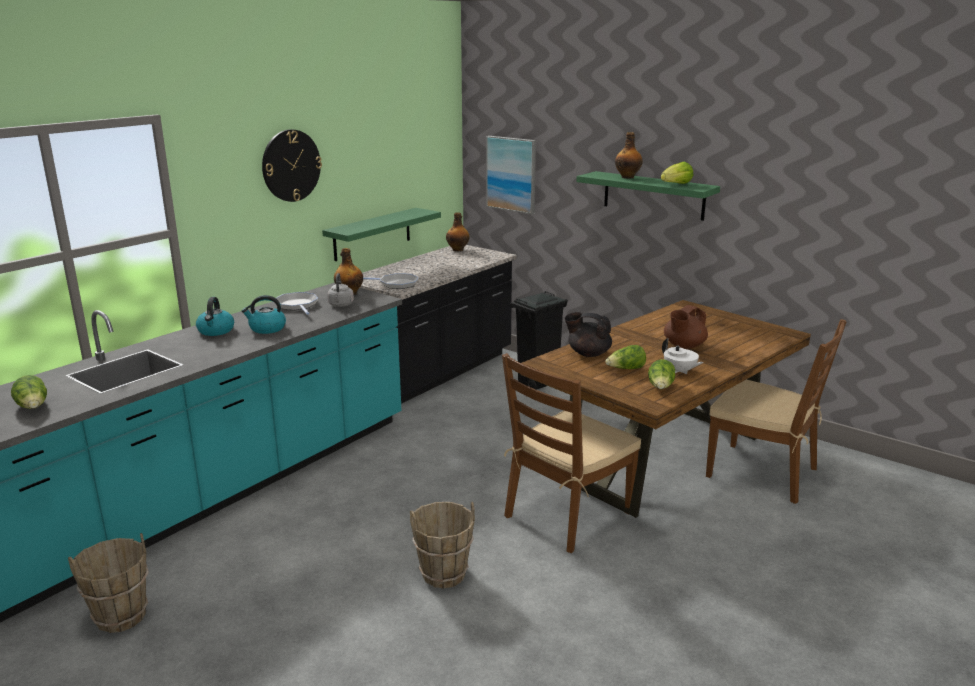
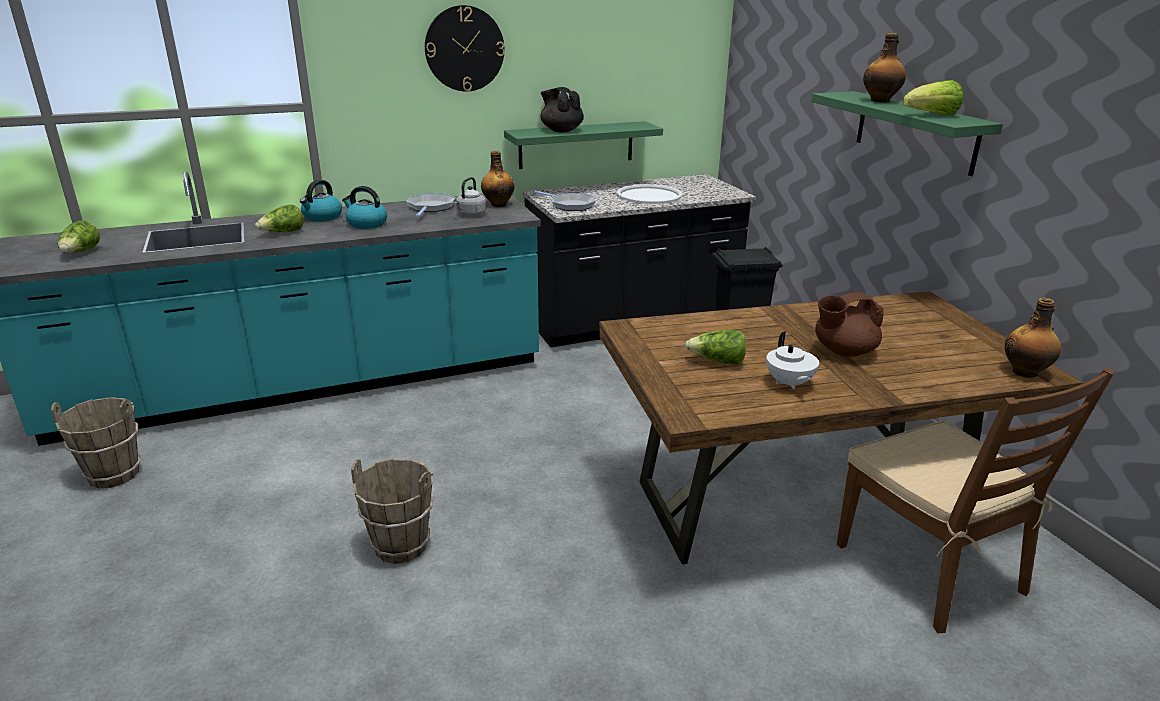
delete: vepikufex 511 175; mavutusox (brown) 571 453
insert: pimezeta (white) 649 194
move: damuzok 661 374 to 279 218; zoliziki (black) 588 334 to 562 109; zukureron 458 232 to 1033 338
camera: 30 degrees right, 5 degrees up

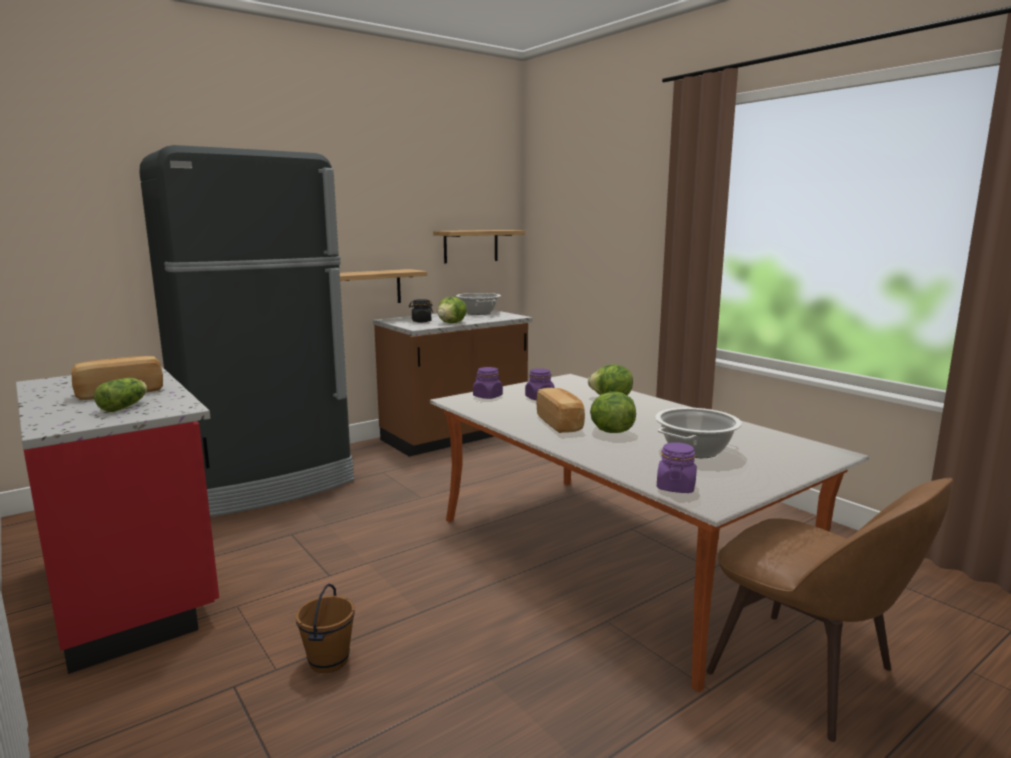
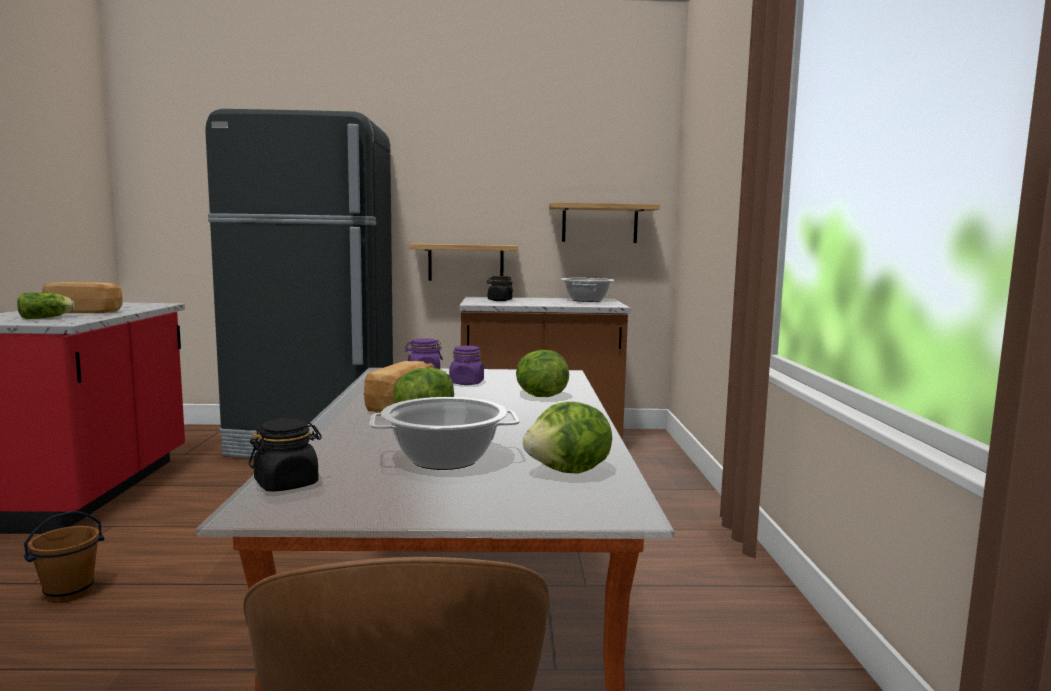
move: damuzok 452 310 to 567 438
recolor: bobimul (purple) 677 467 to bobimul (black) 285 455
camera: 35 degrees right, 5 degrees down

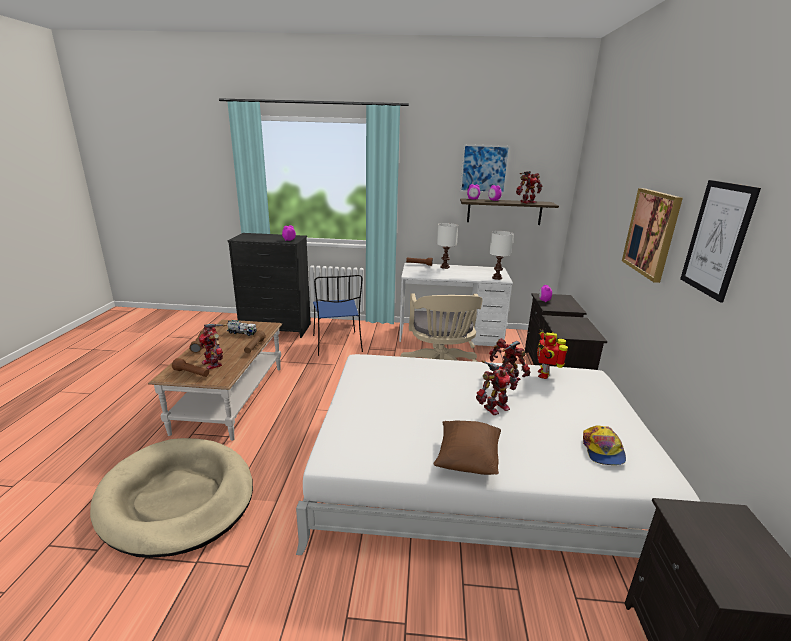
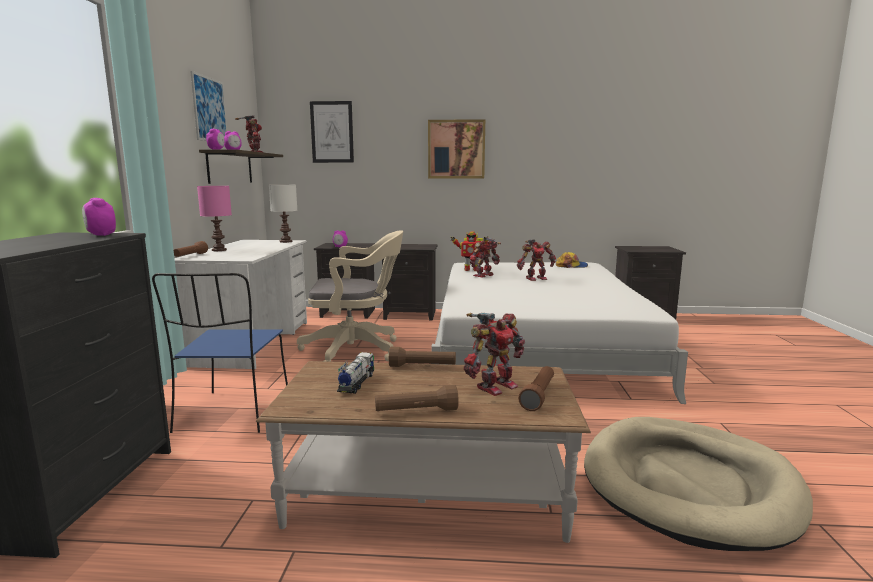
delete: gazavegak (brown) 467 447
move: vepikufex 720 241 to 332 132
recolor: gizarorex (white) 447 246 to gizarorex (pink) 214 218
rotate: mavutusox (blue) 338 315 = 220 353 105 degrees clockwise; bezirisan 497 387 = 536 260 105 degrees clockwise
camera: 90 degrees left, 10 degrees down

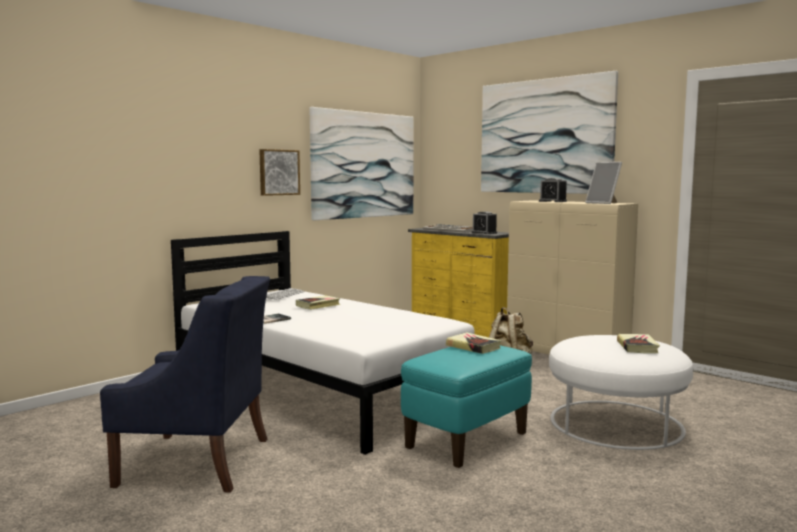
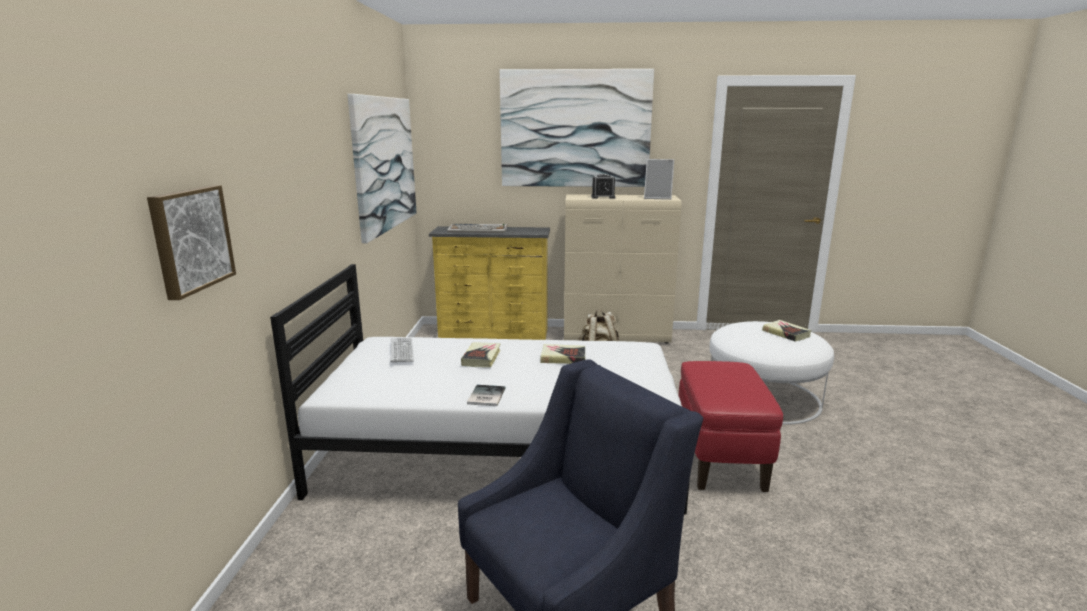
delete: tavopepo 484 222
move: vepikufex 279 172 to 191 242; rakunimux 473 343 to 562 354
recolor: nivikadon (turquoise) 466 406 to nivikadon (red) 731 426
camera: 40 degrees left, 10 degrees up

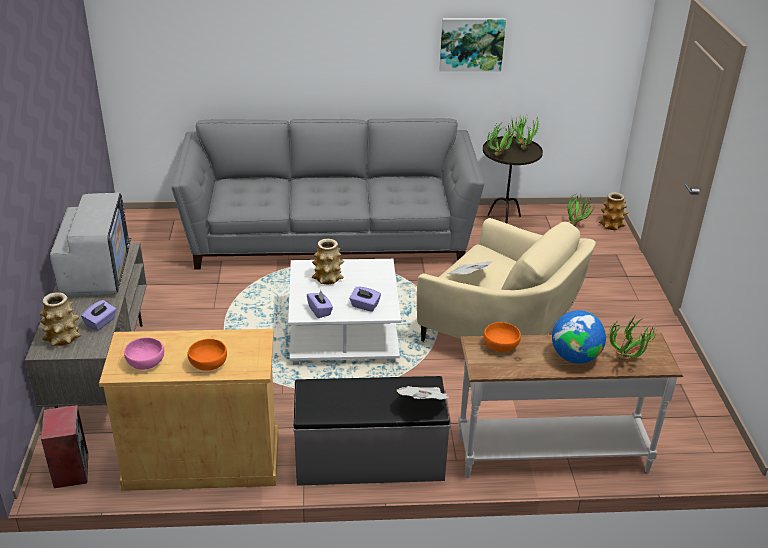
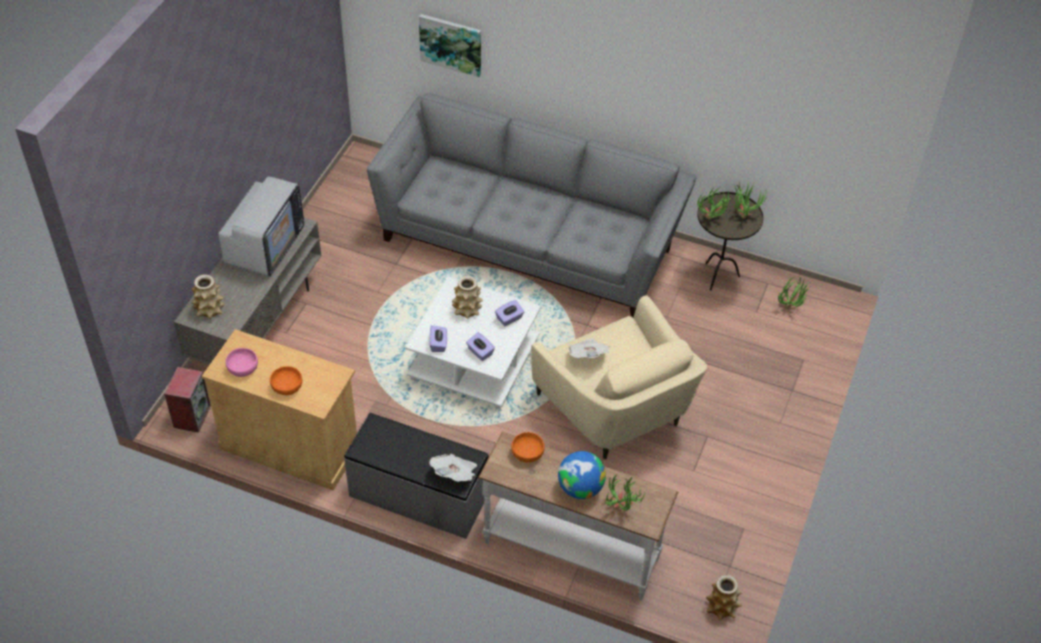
move: vepikufex 472 45 to 450 45; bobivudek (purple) 98 315 to 509 313; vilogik 613 211 to 724 598
camera: 25 degrees right, 15 degrees up

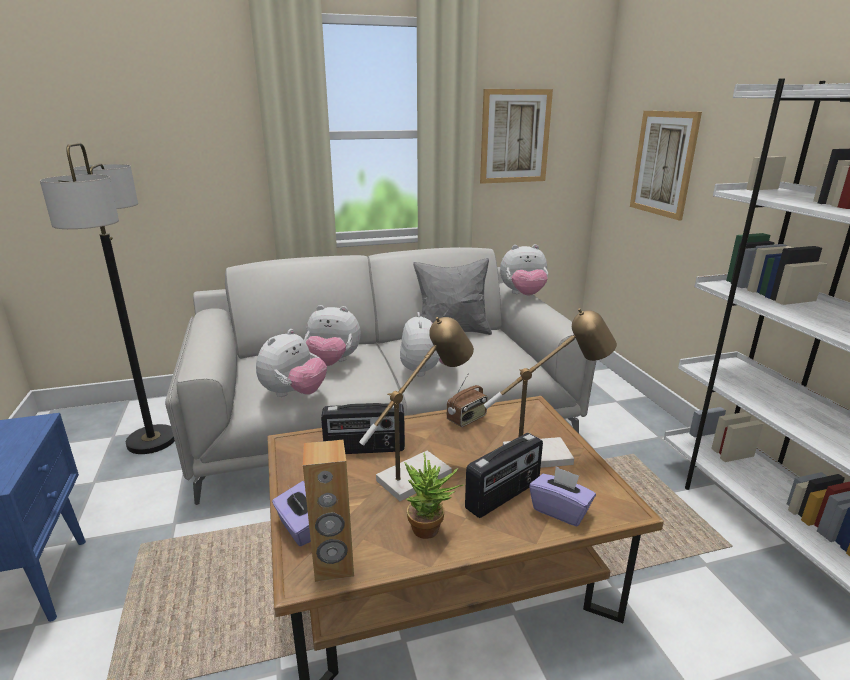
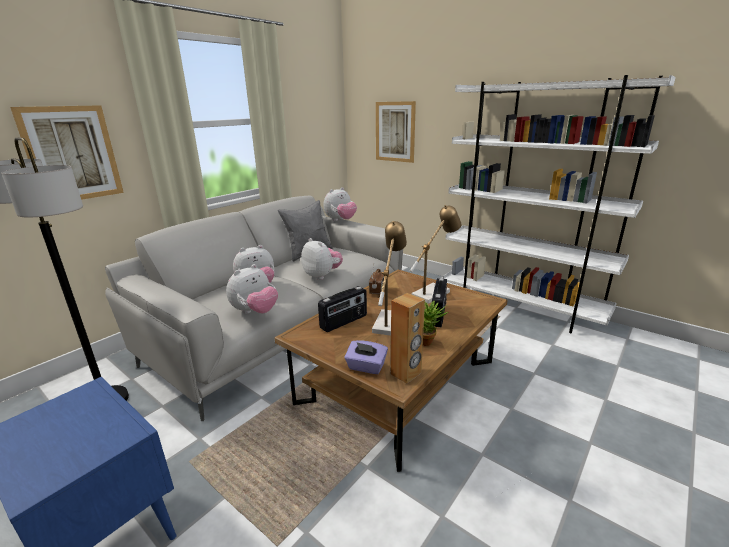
delete: bobivudek (purple) 562 496
move: vepikufex 516 136 to 67 152
rotate: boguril 291 363 = 252 289 45 degrees clockwise
camera: 35 degrees left, 0 degrees up

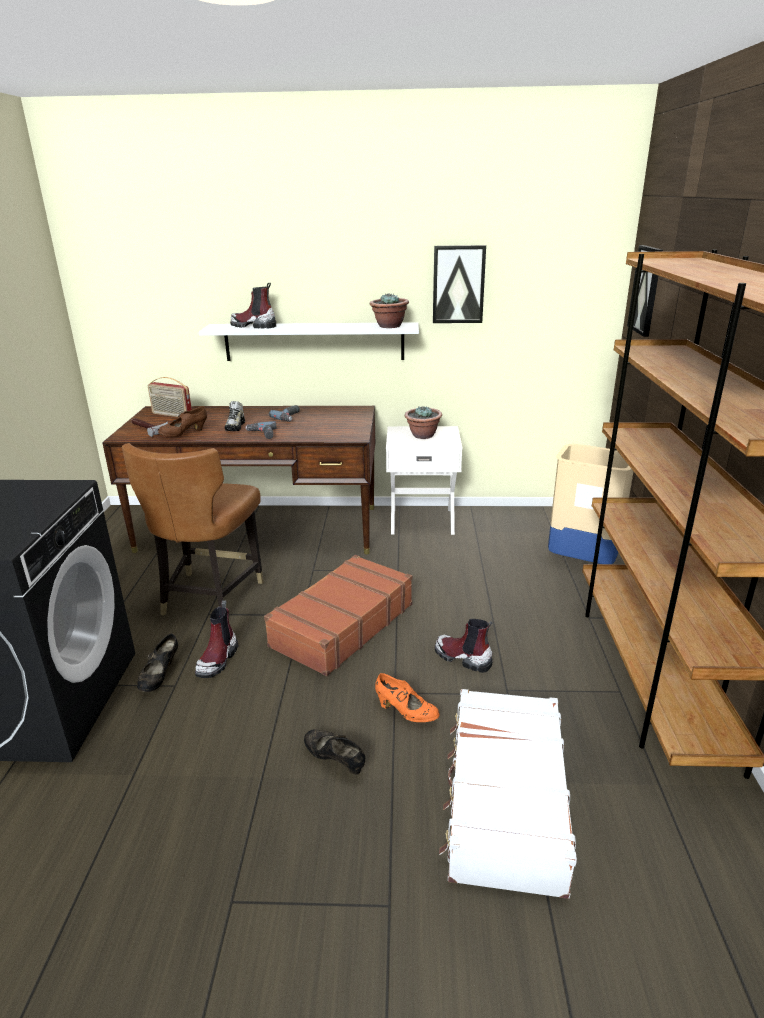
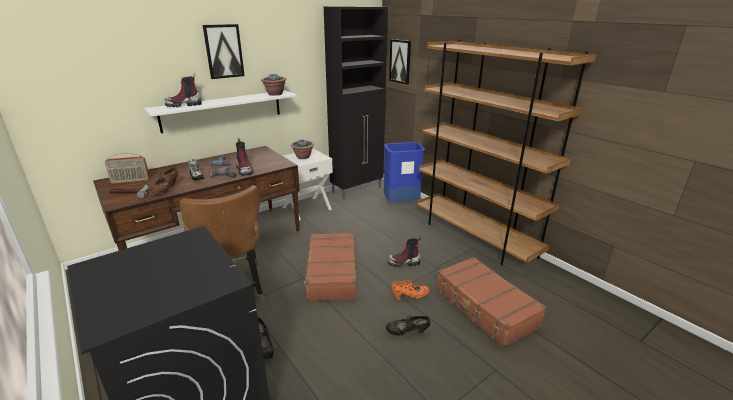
insert: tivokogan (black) 356 103
move: vepikufex 459 284 to 224 51; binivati 216 639 to 244 157
recolor: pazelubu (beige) 591 504 to pazelubu (blue) 404 172; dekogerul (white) 508 794 to dekogerul (brown) 491 302
camera: 40 degrees left, 0 degrees up

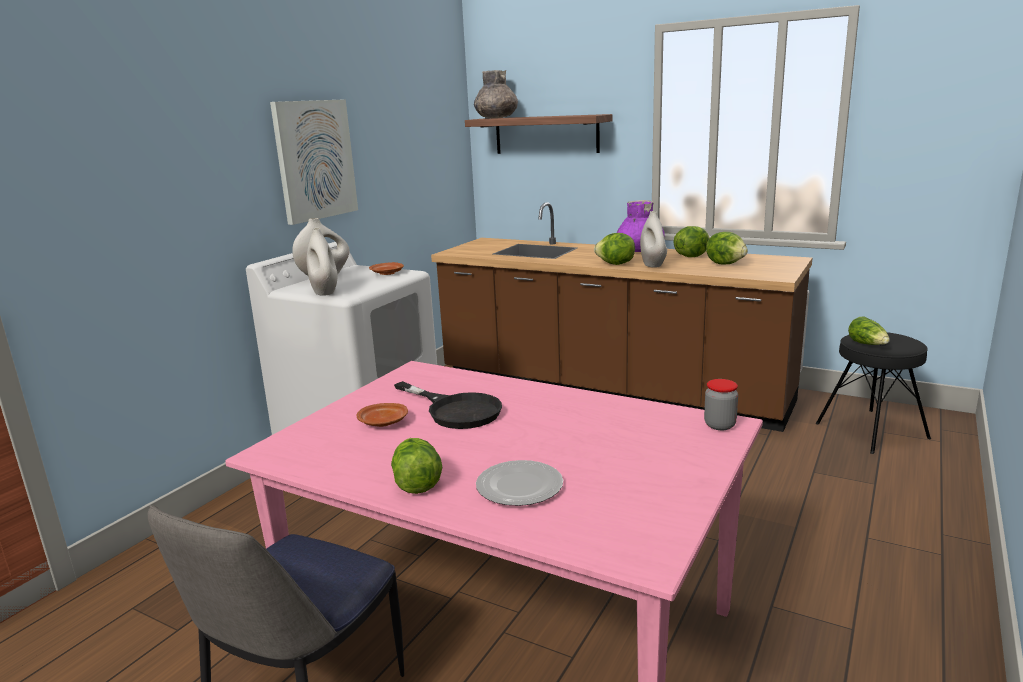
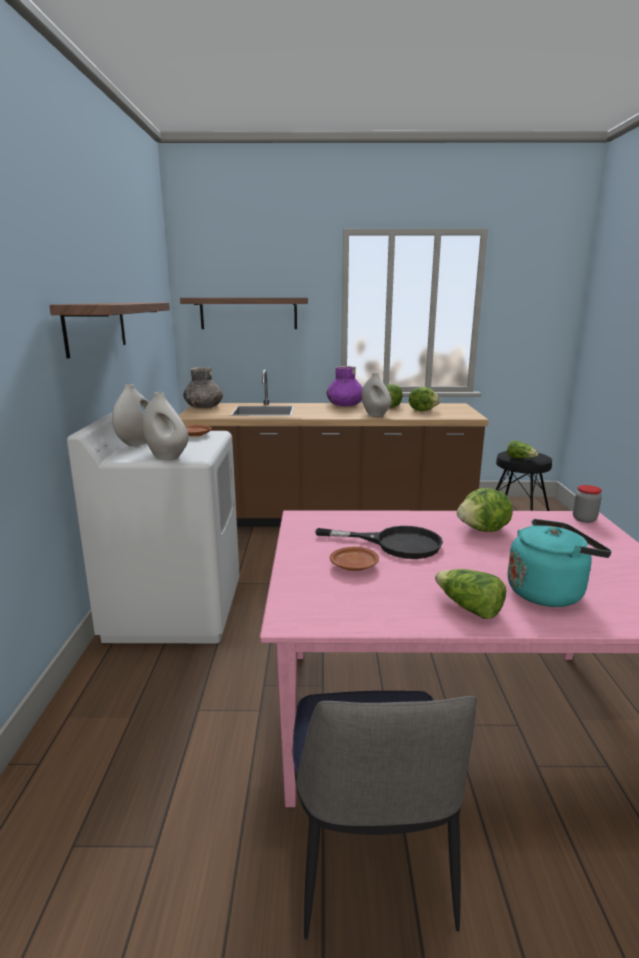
move: vilogik (grey) 496 94 to 203 387; damuzok 614 249 to 485 510
replace: vepikufex 314 162 to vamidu 109 330; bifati 519 483 to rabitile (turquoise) 560 563
camera: 30 degrees left, 0 degrees up

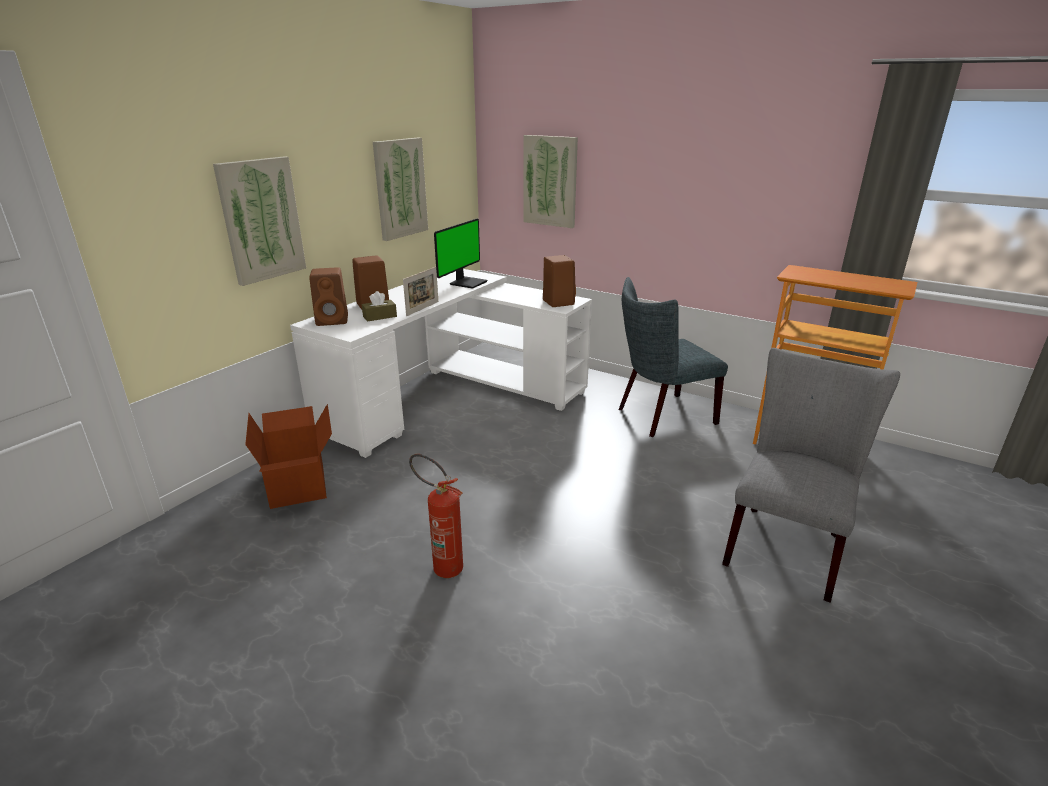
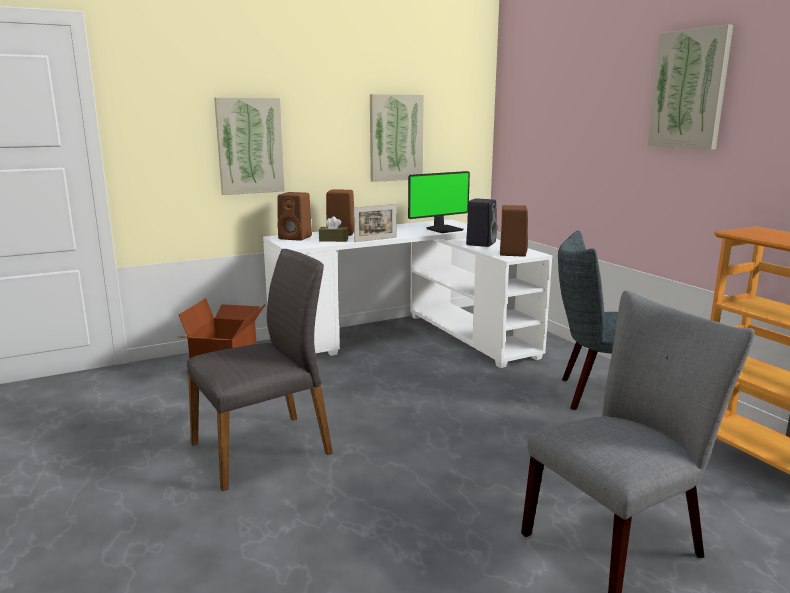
insert: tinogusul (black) 481 222
move: vepikufex 550 181 to 690 87
replace: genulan 436 516 to mavutusox (grey) 260 370
camera: 30 degrees right, 10 degrees down

